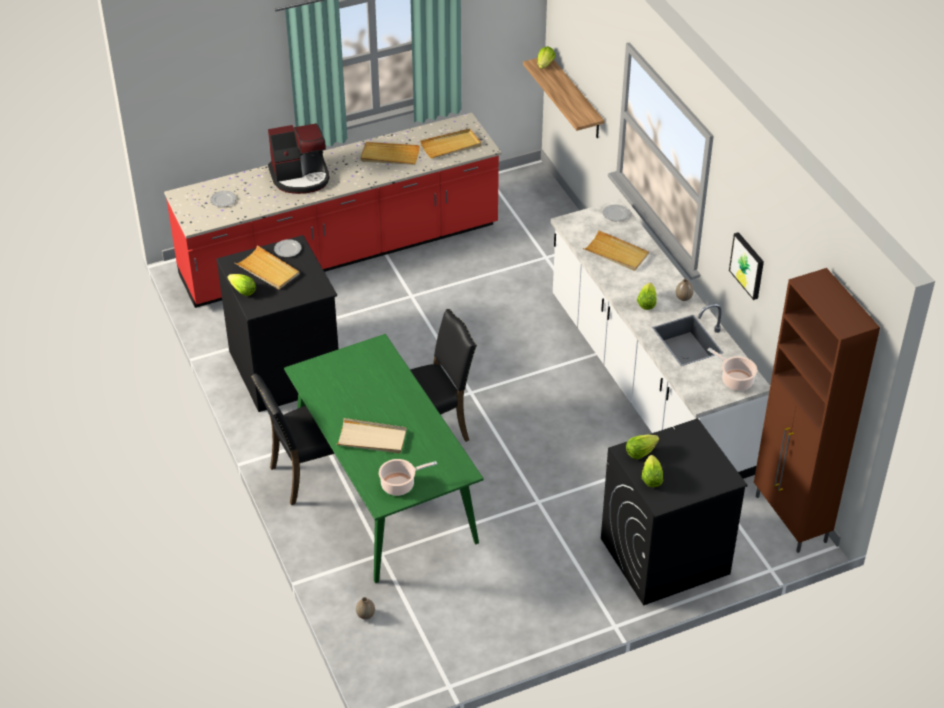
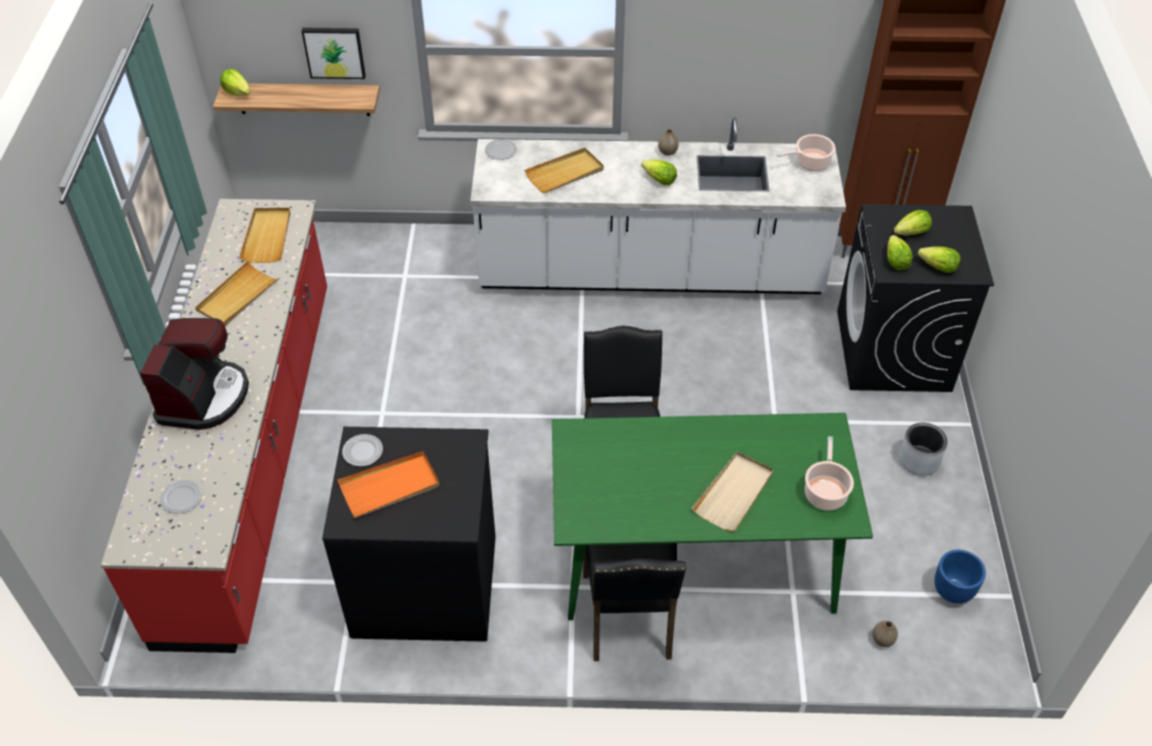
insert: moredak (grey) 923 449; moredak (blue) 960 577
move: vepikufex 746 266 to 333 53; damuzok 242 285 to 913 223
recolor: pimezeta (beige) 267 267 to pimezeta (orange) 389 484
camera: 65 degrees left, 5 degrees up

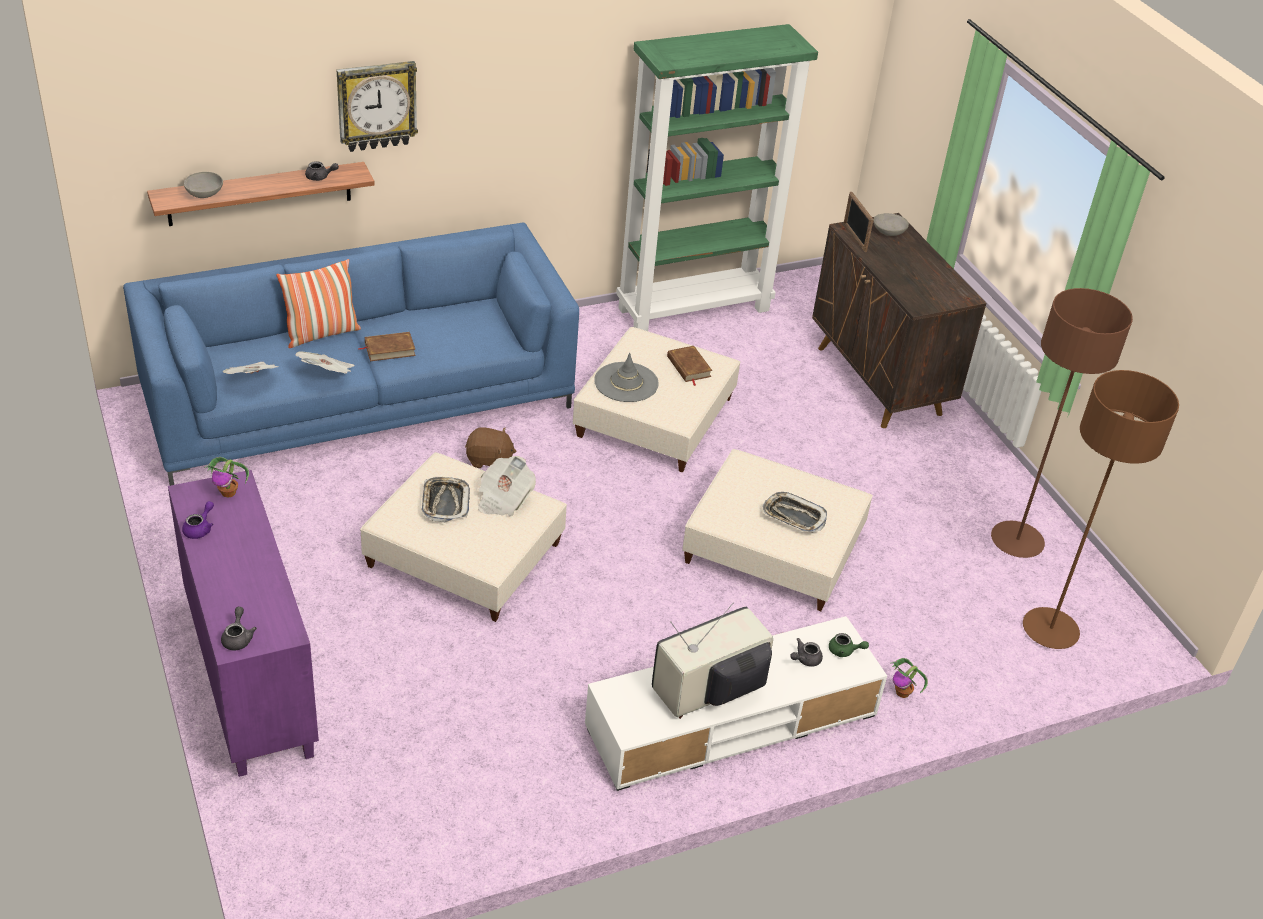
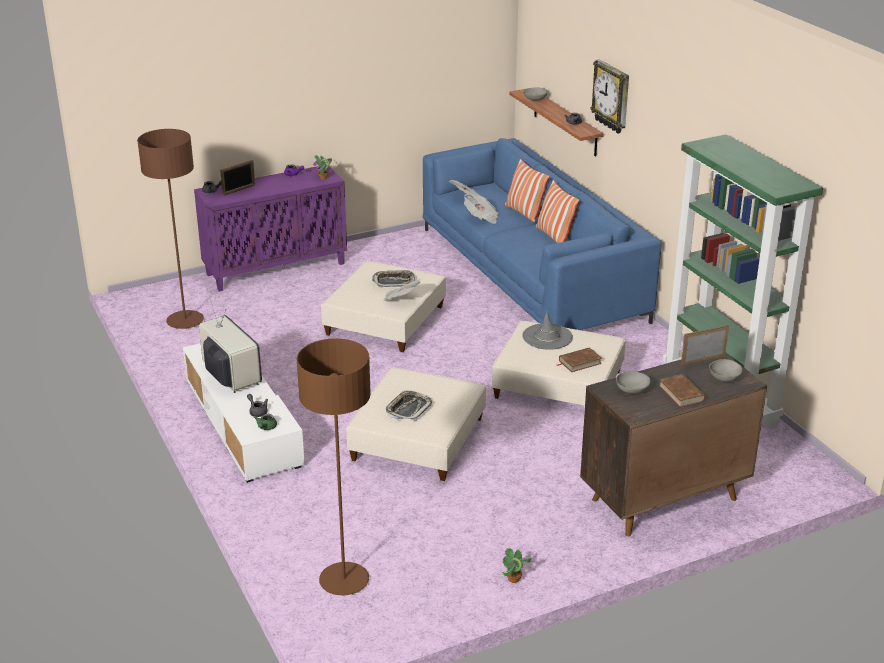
delete: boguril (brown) 490 447
insert: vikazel 237 178; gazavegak 558 211; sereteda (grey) 633 382
move: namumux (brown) 1062 423 to 170 229; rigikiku 909 678 to 515 565; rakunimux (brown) 387 346 to 682 390
camera: 90 degrees right, 10 degrees down

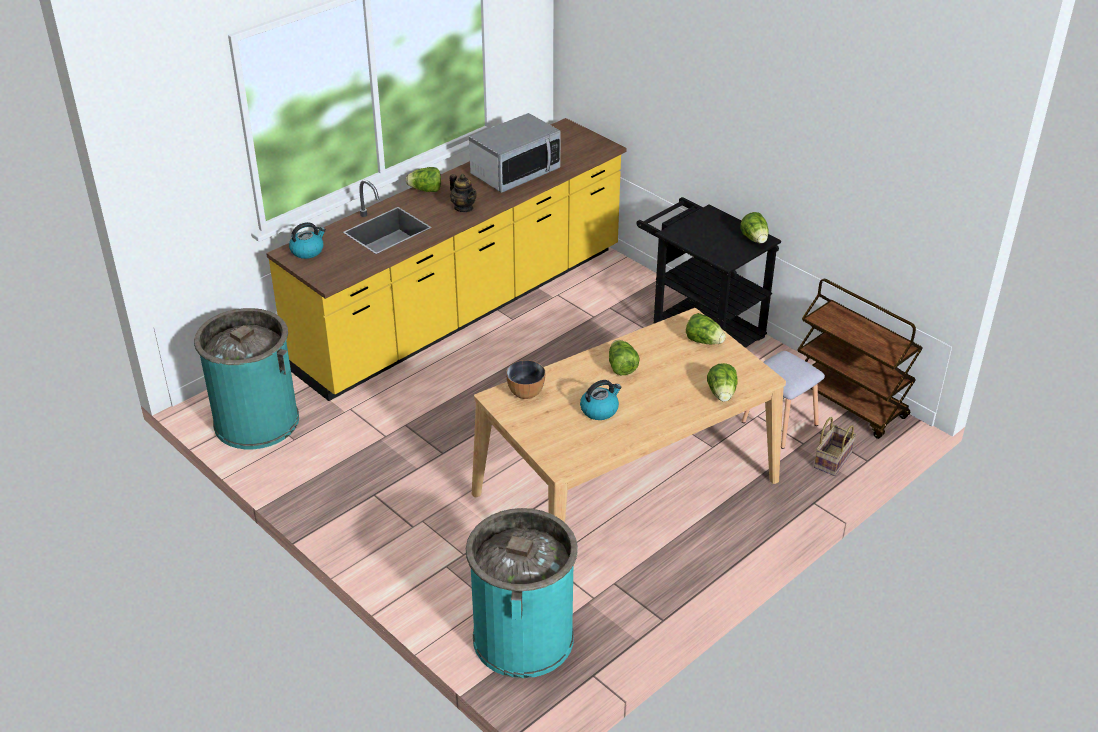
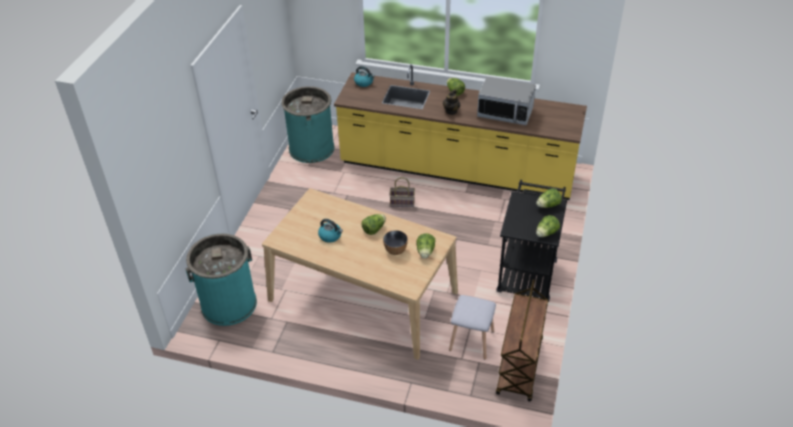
move: sereteda 525 379 to 395 242; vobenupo 835 446 to 402 192; damuzok 722 382 to 549 198
camera: 60 degrees right, 5 degrees up

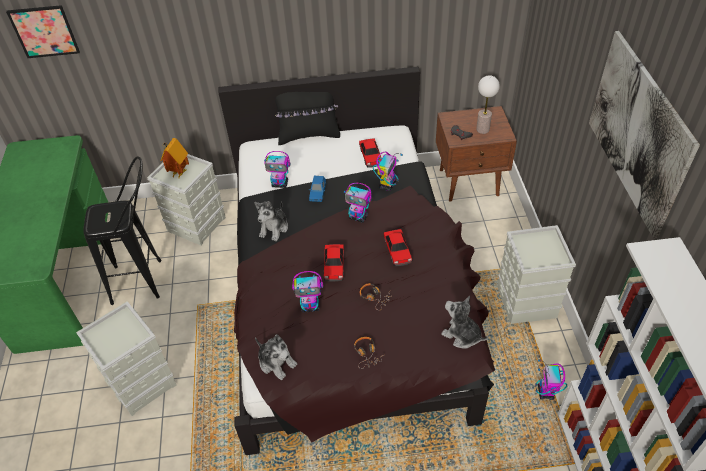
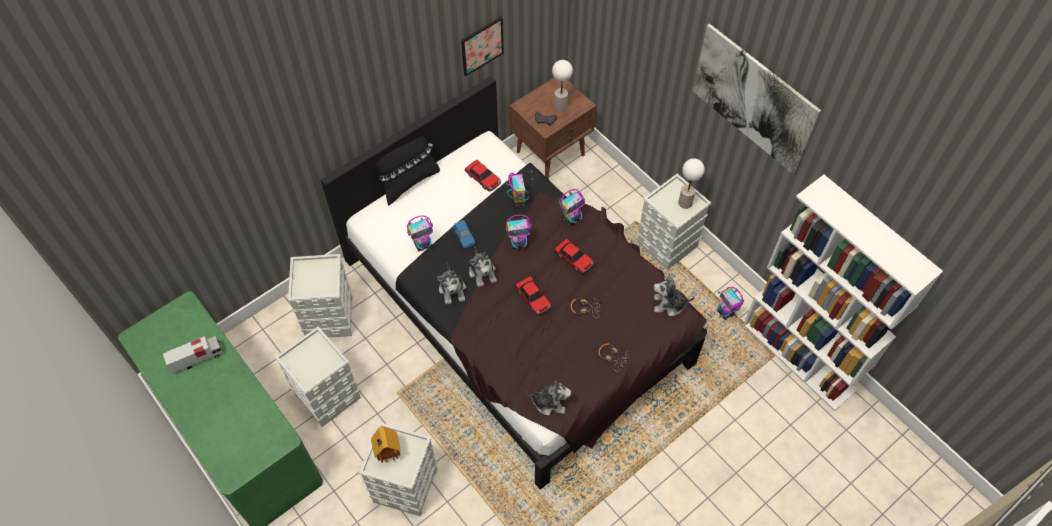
insert: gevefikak 193 355; boguril 483 267; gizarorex 691 184
move: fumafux 175 158 to 386 444; vepikufex 43 31 to 482 47; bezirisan 307 291 to 572 207
replace: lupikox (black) 122 230 to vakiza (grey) 318 376
camera: 35 degrees left, 10 degrees up

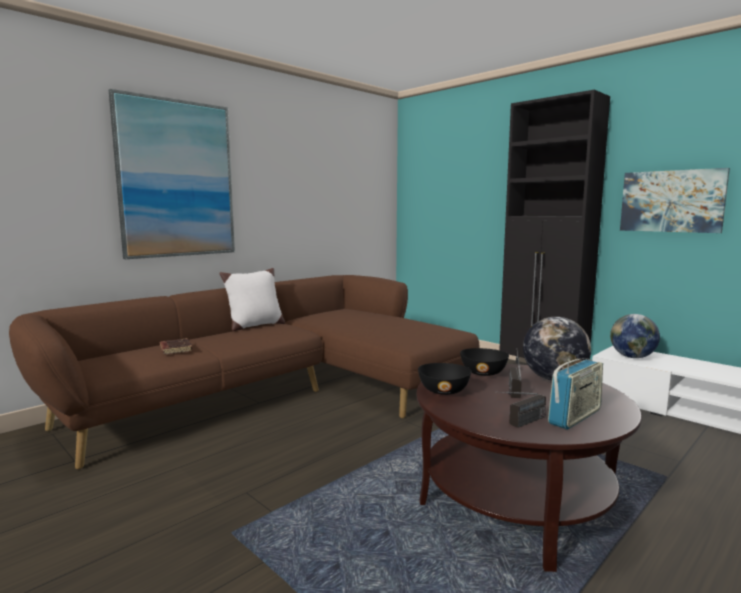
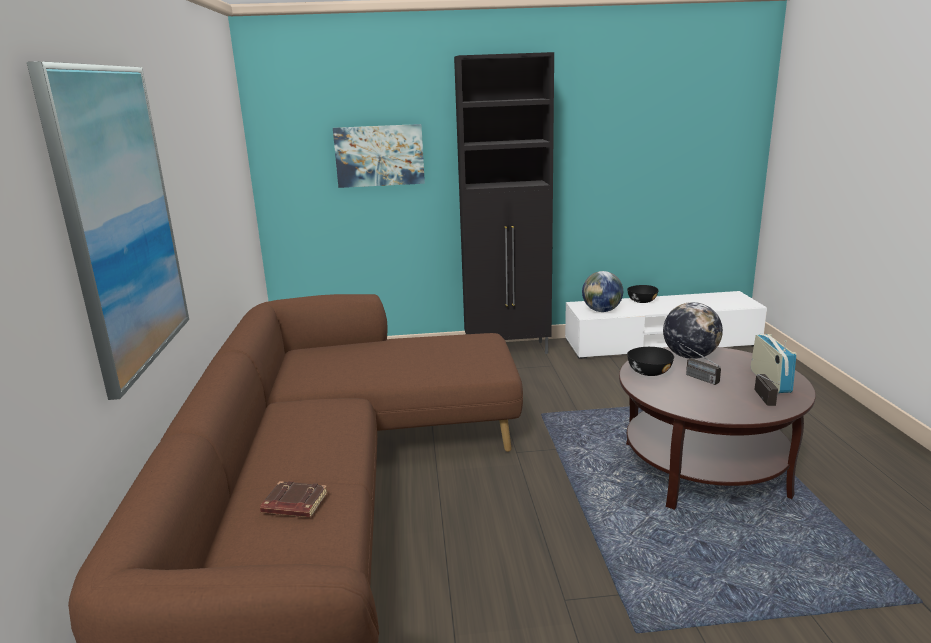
delete: gazavegak (white) 252 299
move: vepikufex 675 200 to 379 156; sereteda (black) 444 379 to 643 294
camera: 50 degrees left, 10 degrees up

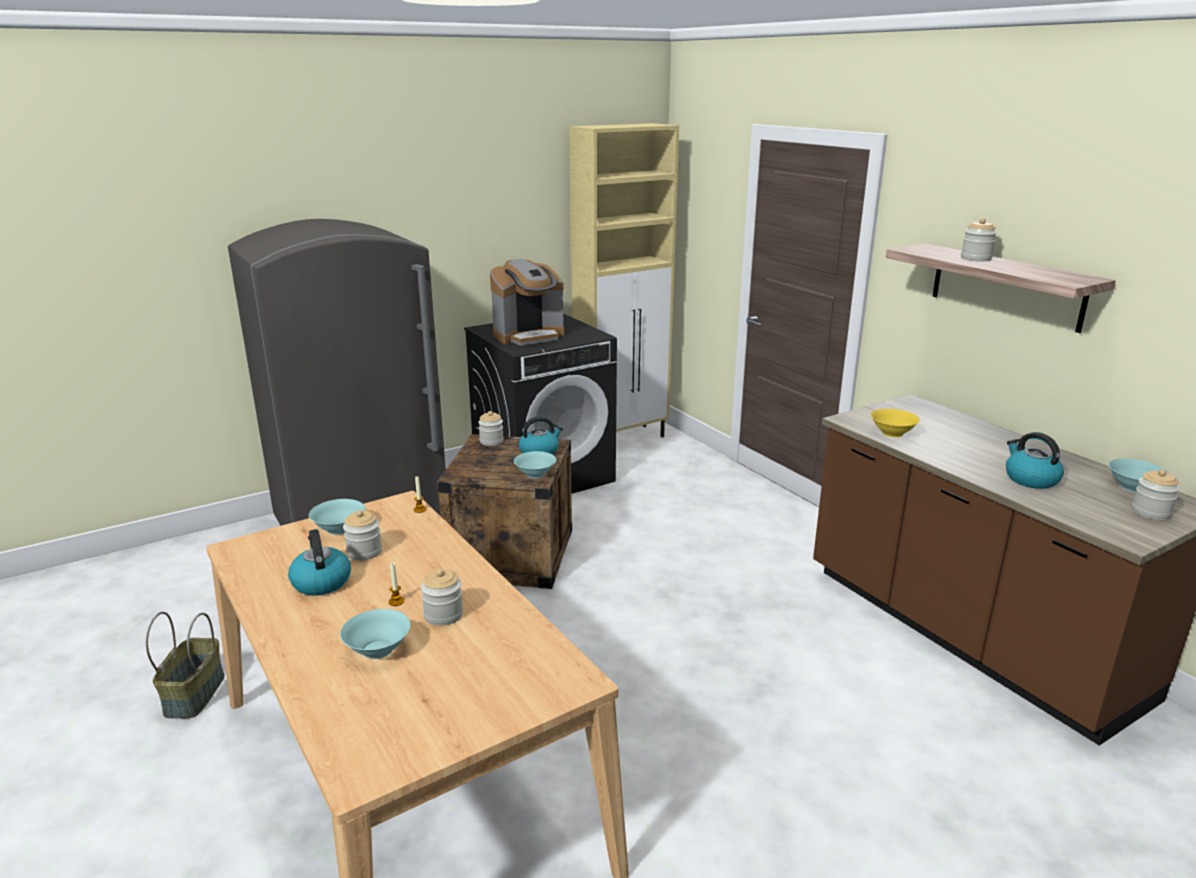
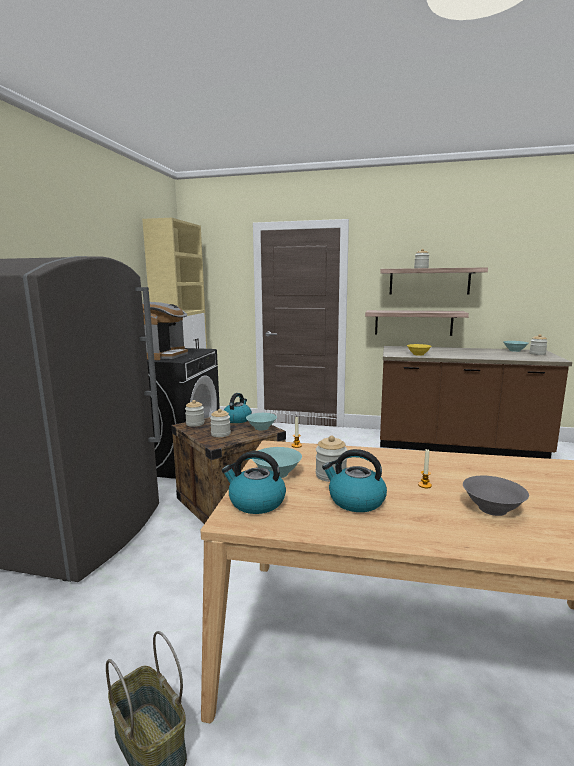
insert: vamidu 417 323
move: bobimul 442 597 to 220 423; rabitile 1035 460 to 254 482
recolor: sereteda (turquoise) 375 634 to sereteda (grey) 496 496
camera: 45 degrees left, 10 degrees down

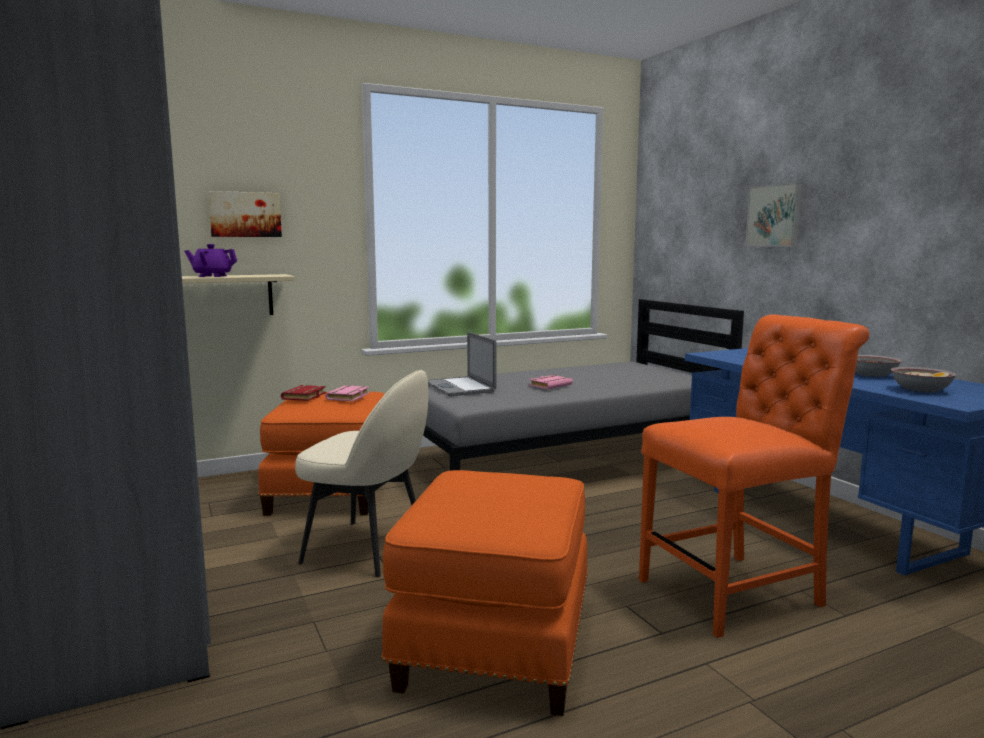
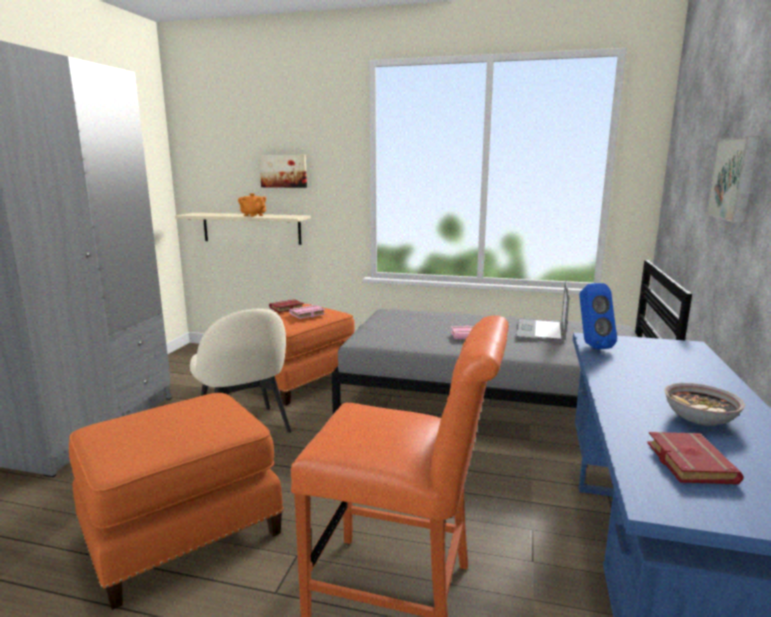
insert: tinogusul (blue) 598 316
move: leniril 462 364 to 542 312
replace: sereteda 923 379 to rakunimux (red) 695 458
recolor: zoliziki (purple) 210 260 to zoliziki (orange) 252 205
camera: 40 degrees right, 5 degrees up

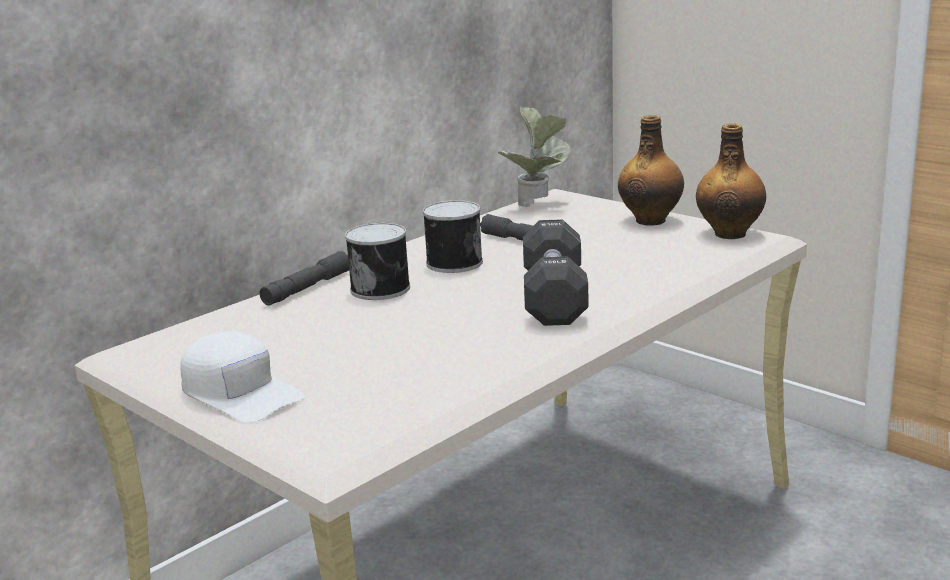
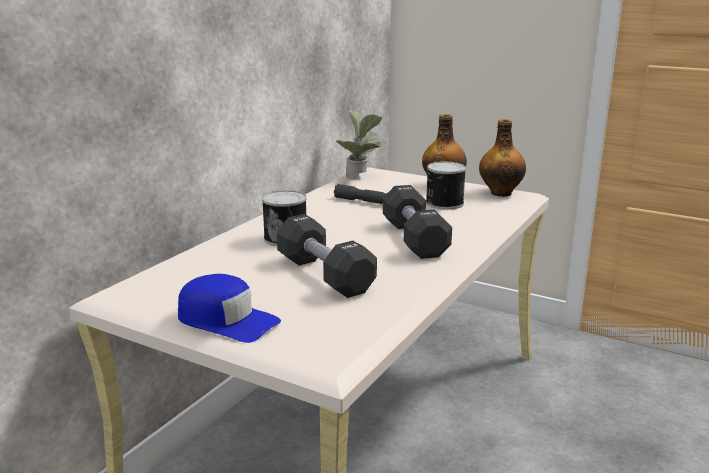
delete: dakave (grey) 304 278
insert: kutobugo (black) 327 256
move: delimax 453 236 to 446 185
recolor: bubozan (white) 242 377 to bubozan (blue) 229 308
camera: 15 degrees left, 0 degrees up

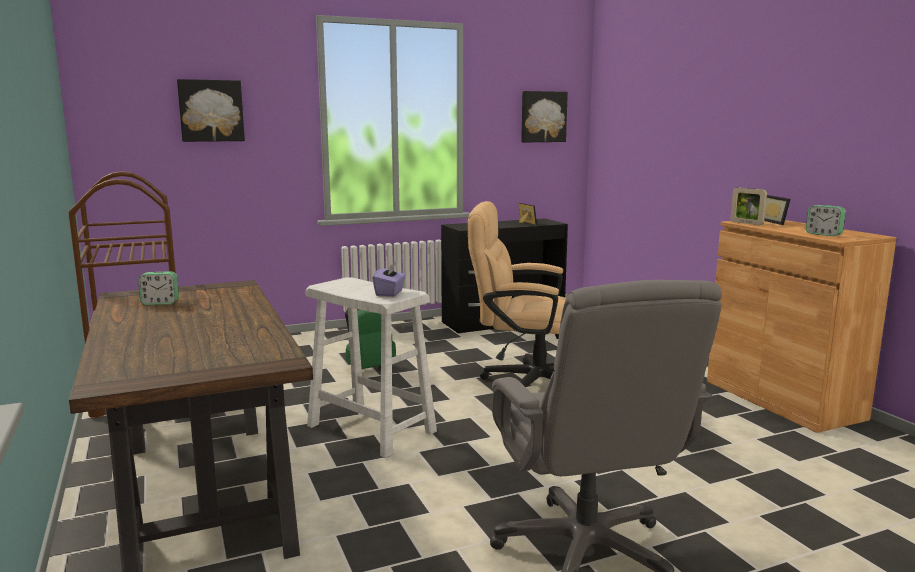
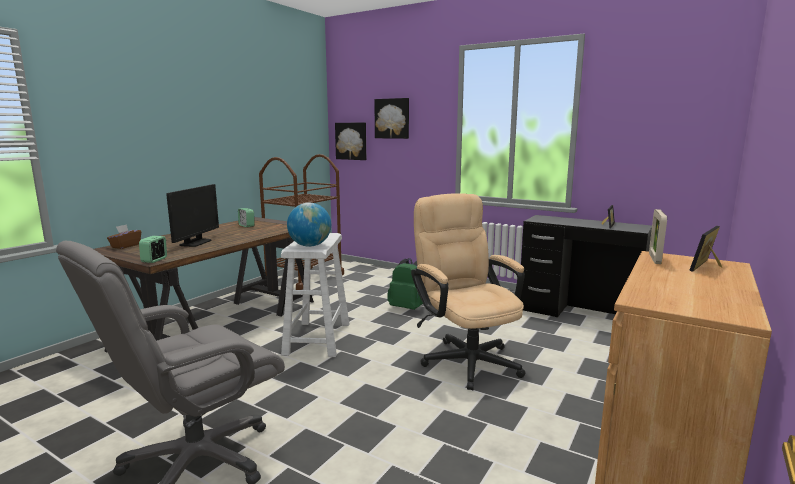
insert: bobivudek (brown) 124 236; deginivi 192 215
move: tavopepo 826 220 to 153 249; vepikufex 544 116 to 350 141
replace: bobivudek (purple) 389 279 to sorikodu 309 225
camera: 55 degrees right, 0 degrees up

